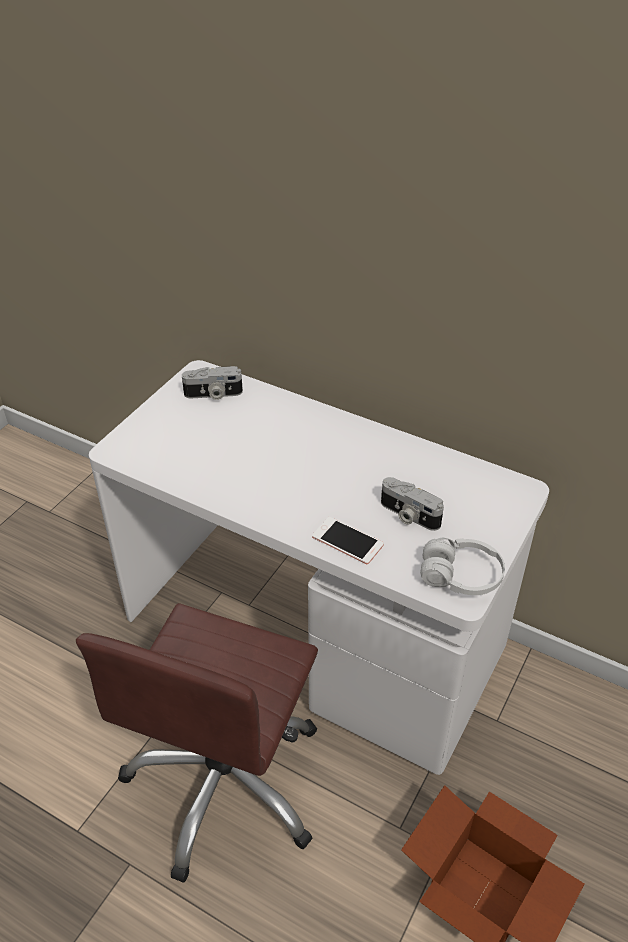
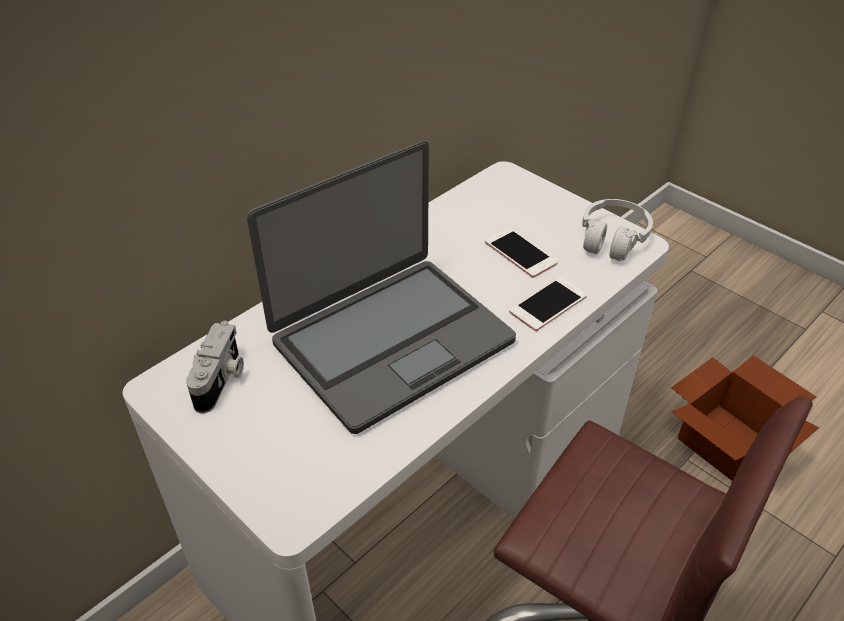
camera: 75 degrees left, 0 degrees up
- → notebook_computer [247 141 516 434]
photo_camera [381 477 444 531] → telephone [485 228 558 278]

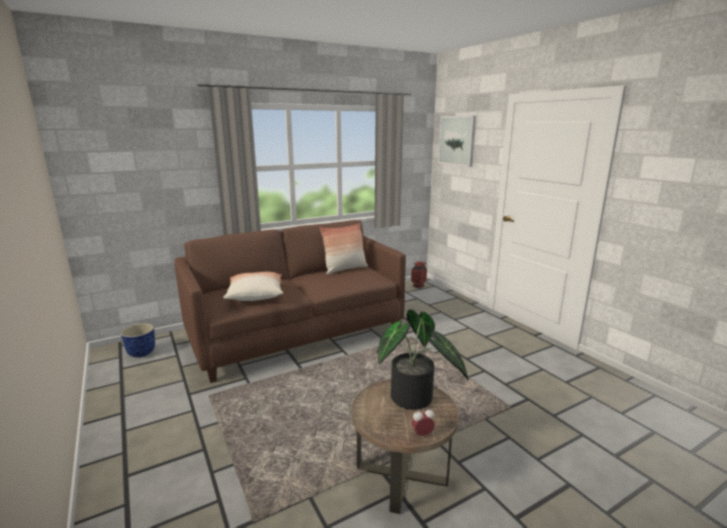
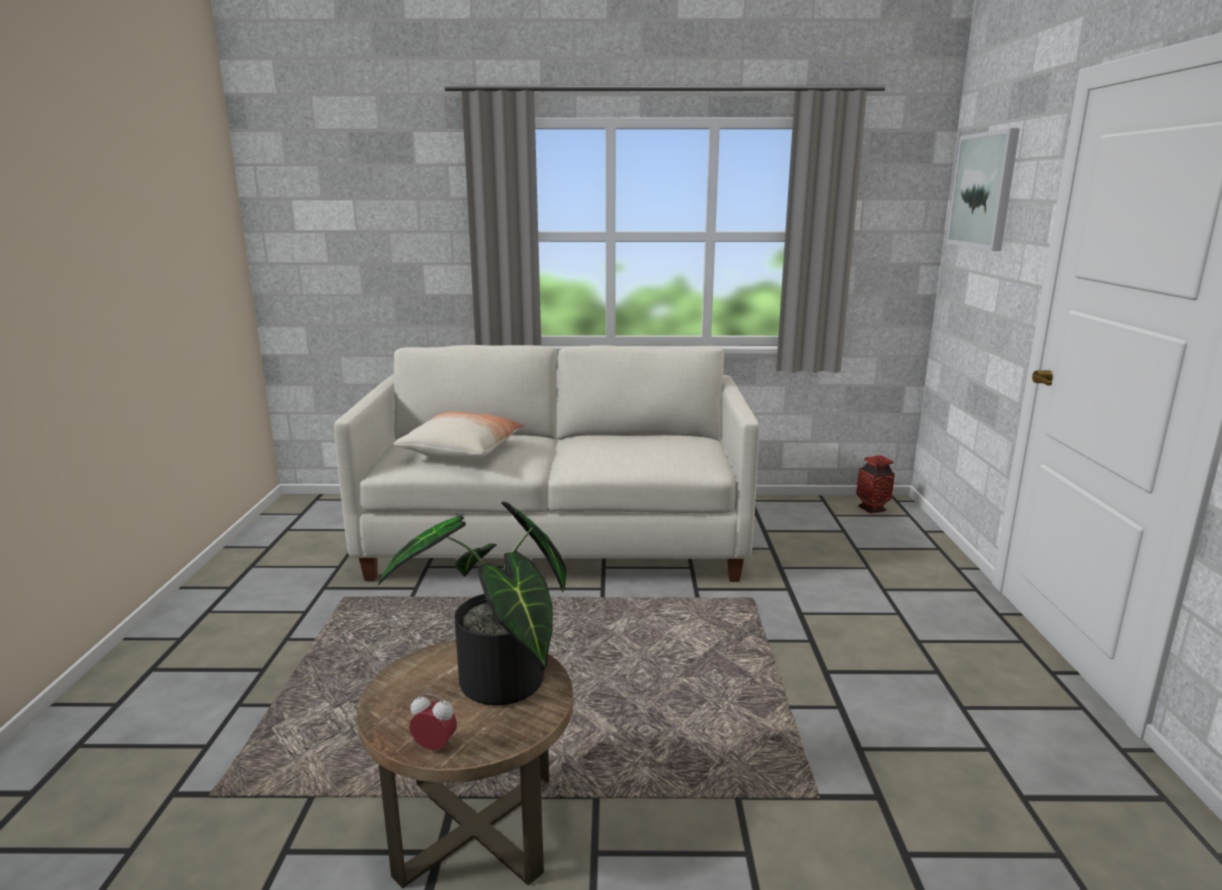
camera: 30 degrees right, 0 degrees up
brownish_settee [174 220 406 383] → whitish_settee [334 345 759 582]
plant_pot [121 323 155 357] → -
throw_pillow [320 223 368 275] → -

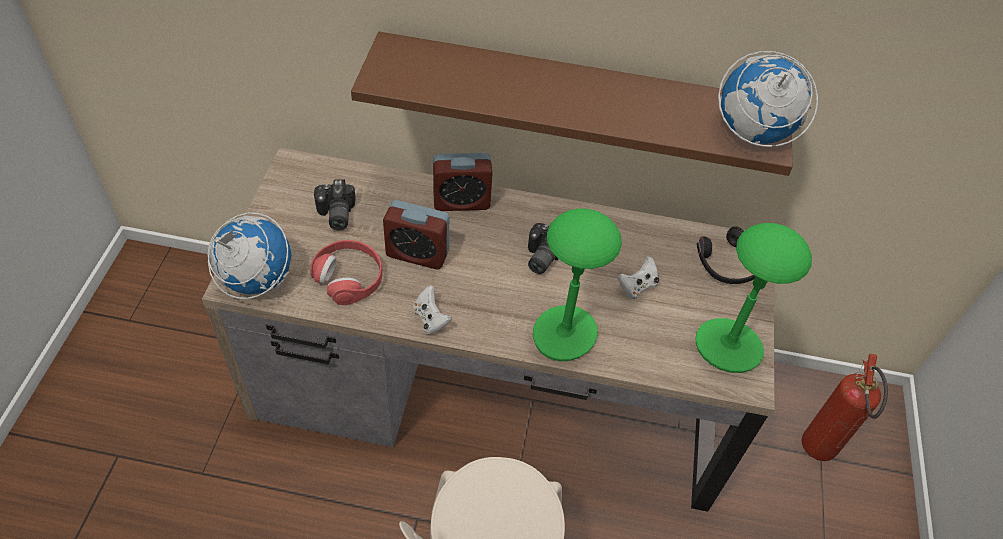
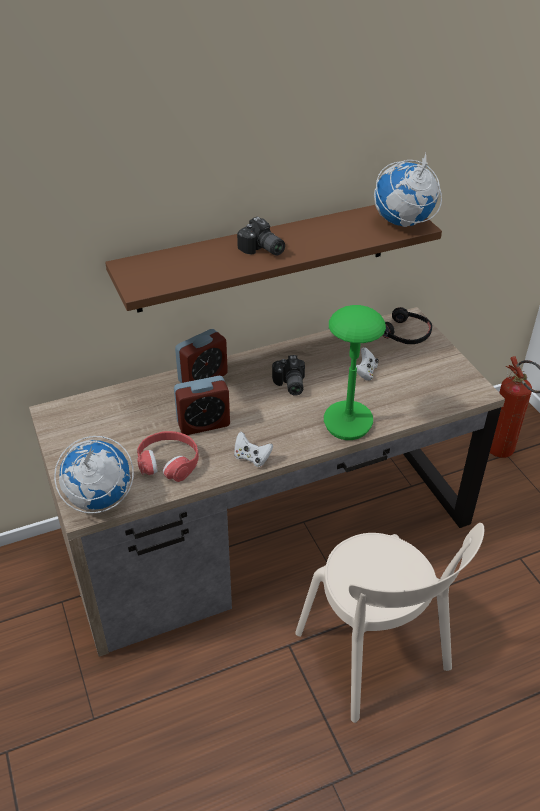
camera: 30 degrees left, 10 degrees down
photo_camera [314 179 356 231] → photo_camera [237 217 285 255], moved
green_lamp_for_a_table [695 223 812 373] → -

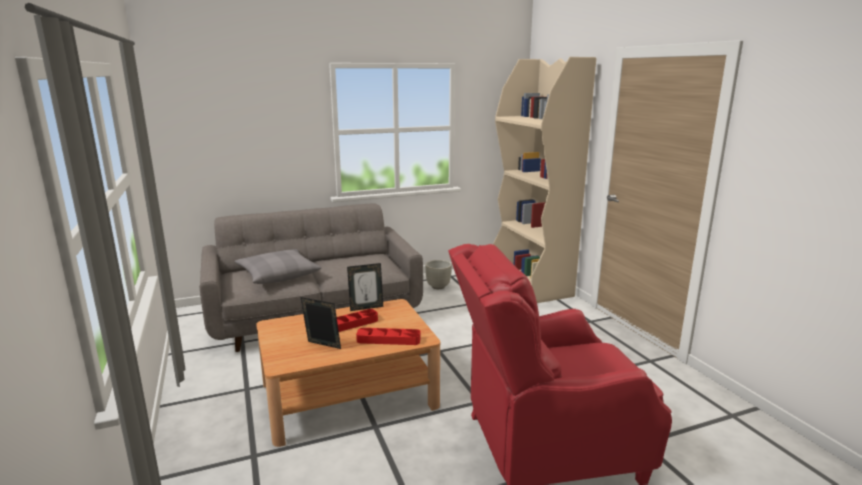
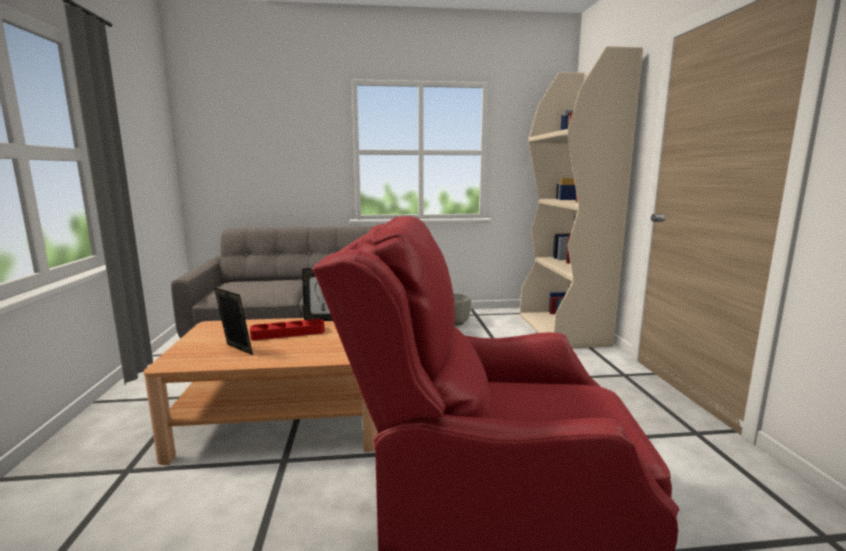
camera: 15 degrees right, 5 degrees down
greyish_throw_pillow [235 249 321 284] → -
reddish_carrying_tray [356 328 421 345] → -

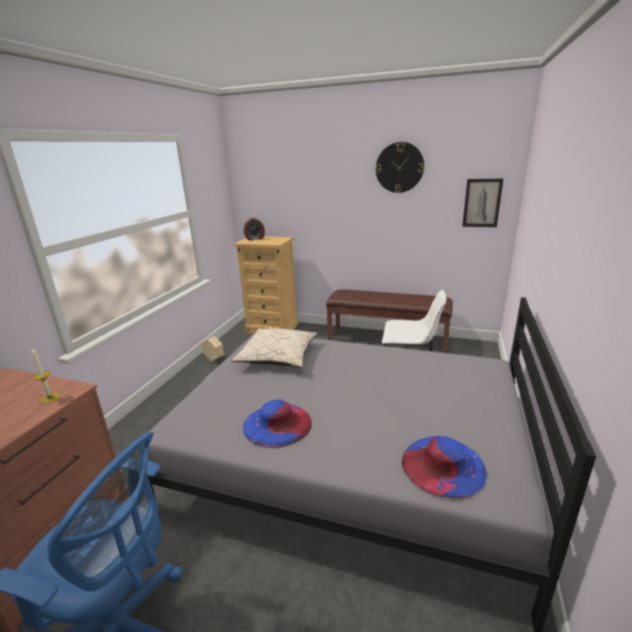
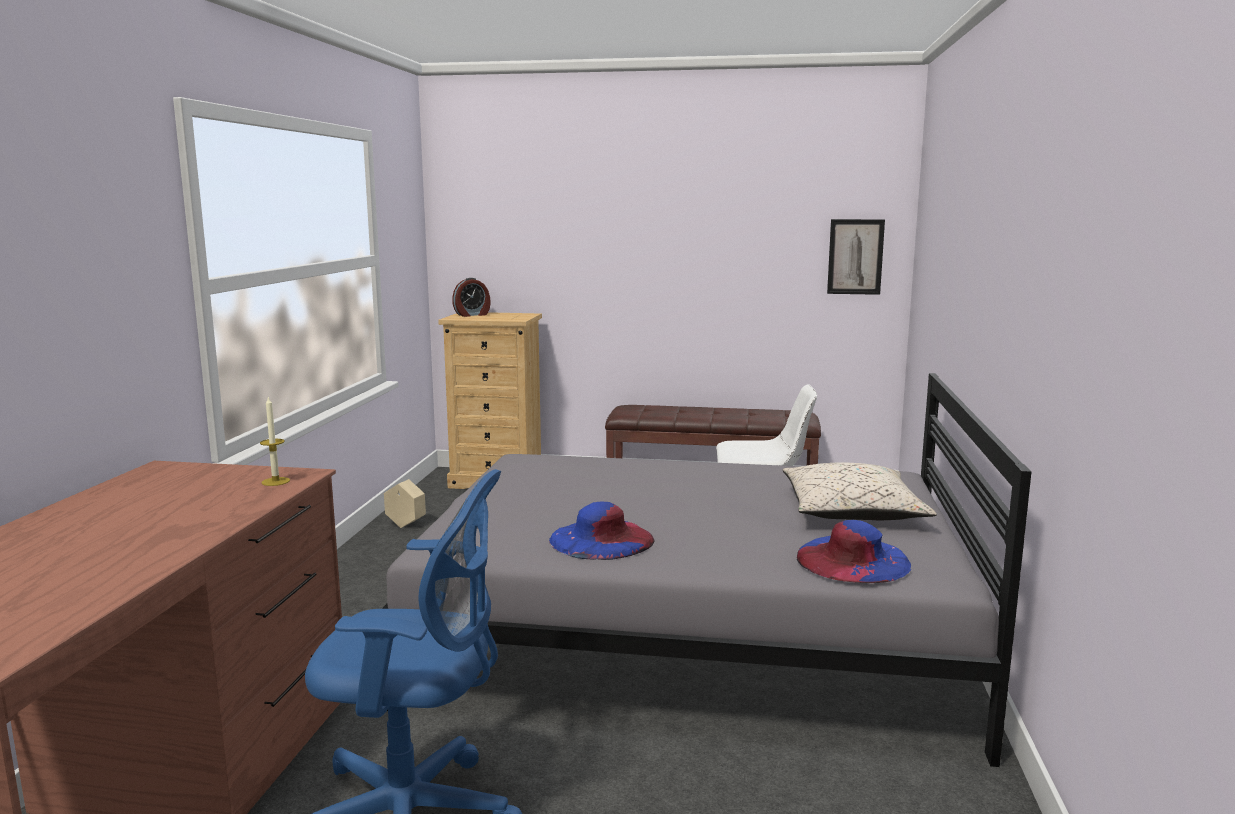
camera: 10 degrees left, 10 degrees down
beige_throw_pillow [231 328 317 368] → beige_throw_pillow [783 462 937 520], moved
wall_clock [376 142 424 193] → -

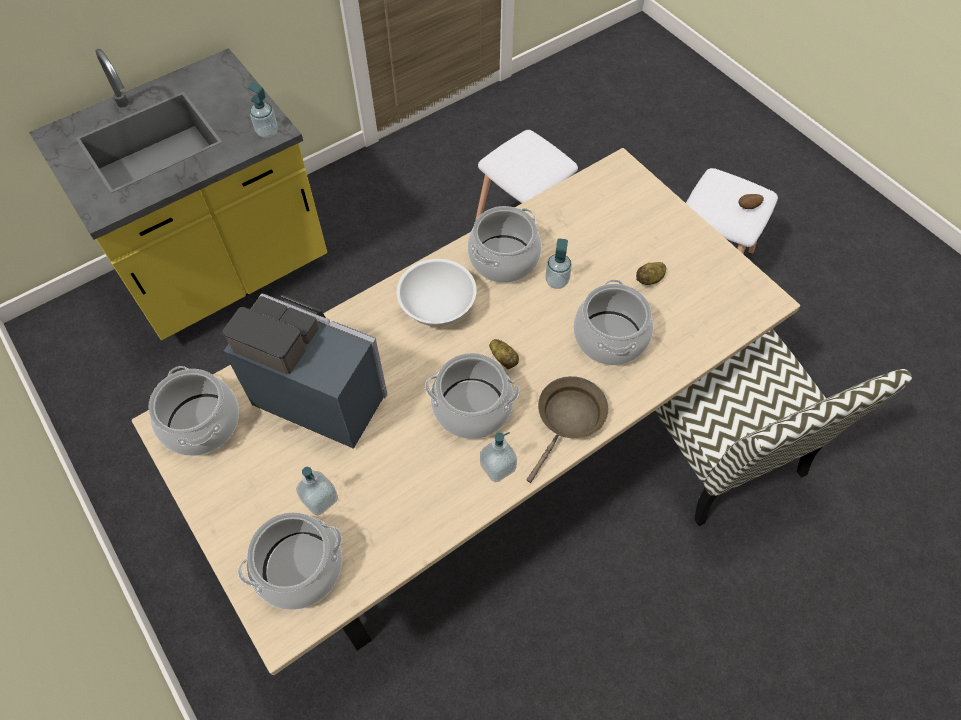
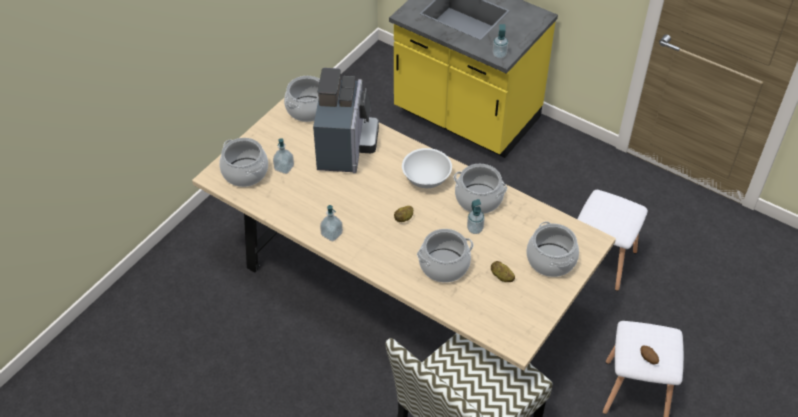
camera: 70 degrees right, 10 degrees down
stockpot [425 353 519 439] → stockpot [526 221 579 277], moved
brownish_skillet [527 376 608 483] → -

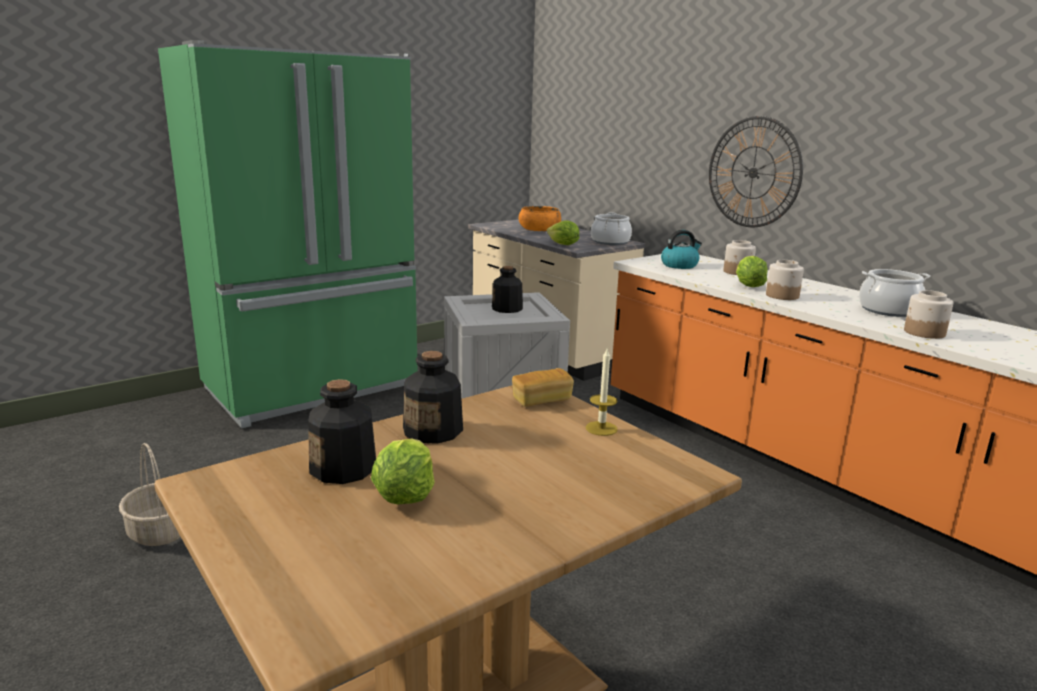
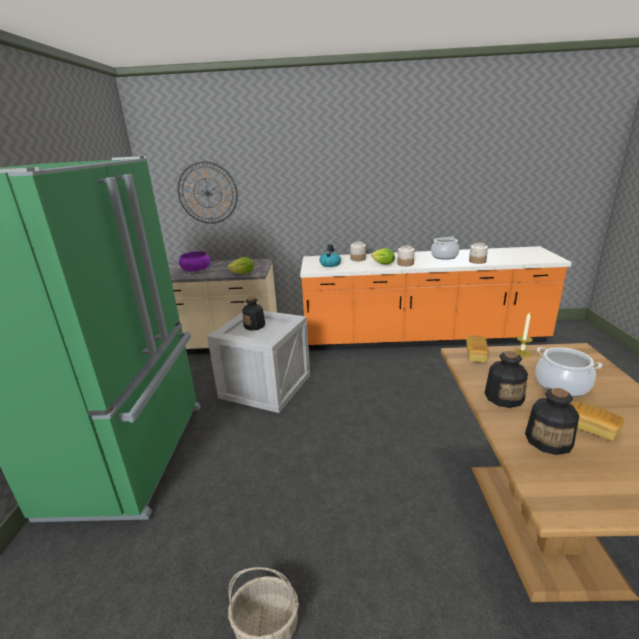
camera: 50 degrees left, 5 degrees up
wall_clock [709 116 803 227] → wall_clock [177 161 238 224], moved
orangey_bowl [519 206 561 231] → purplish_bowl [179 251 210 271]
stockpot [591 212 632 245] → stockpot [535 347 602 397], moved
head_of_lettuce [371 438 435 504] → baked_bread [571 401 624 441]

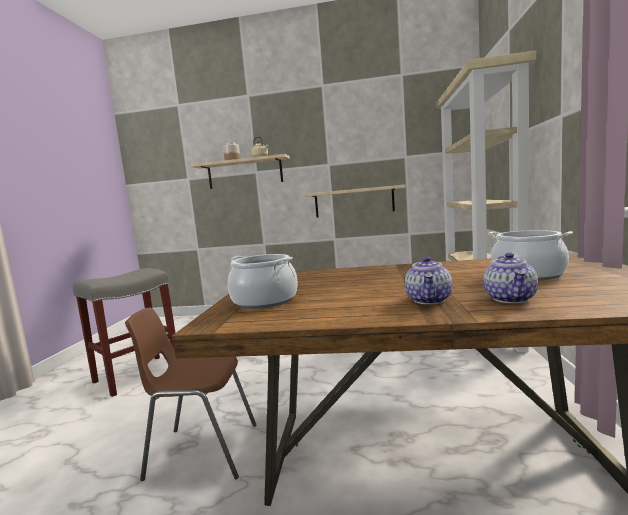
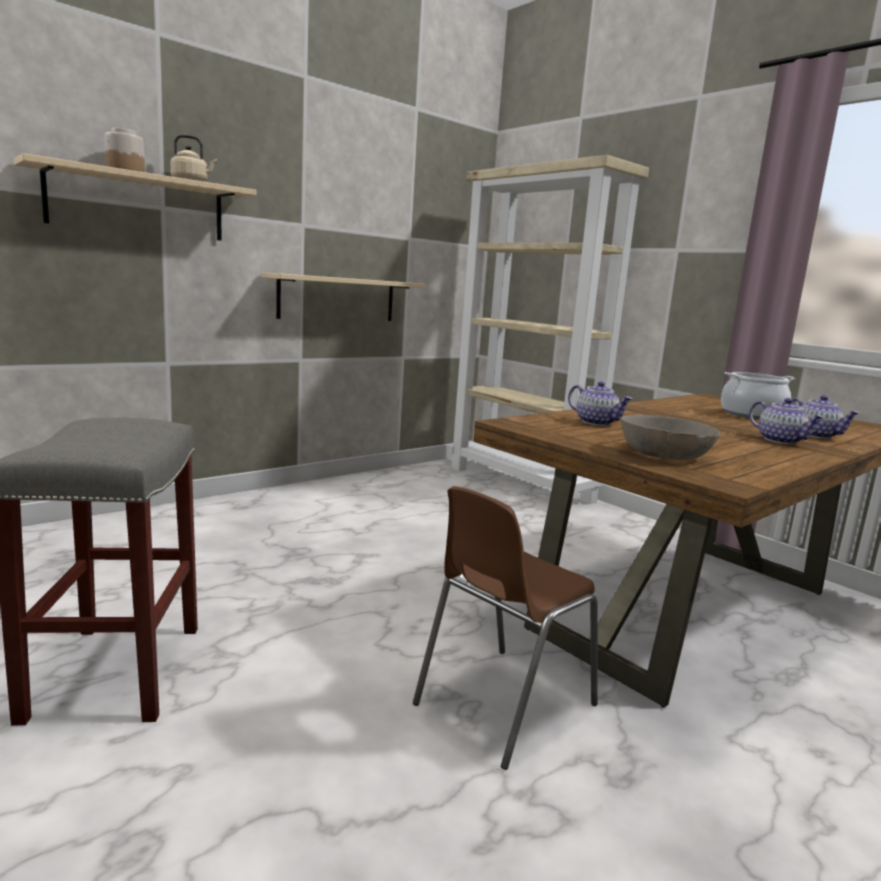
camera: 50 degrees left, 5 degrees up
- → teapot [568 381 633 426]
stockpot [228 254 298 309] → greyish_bowl [621 415 720 460]

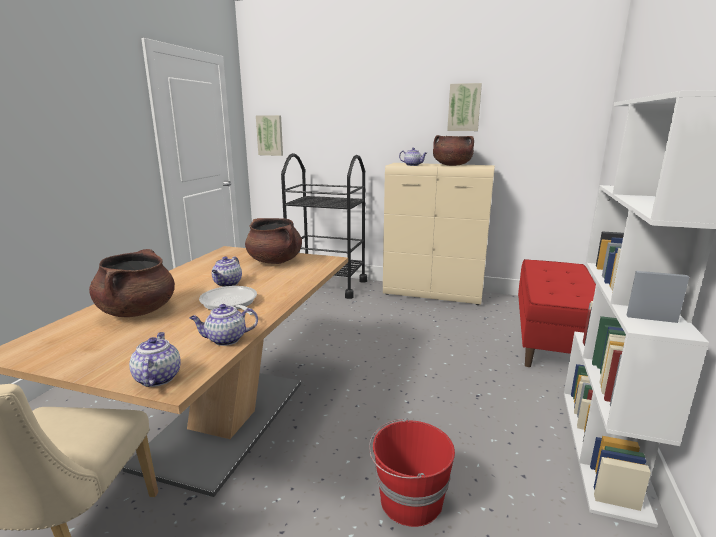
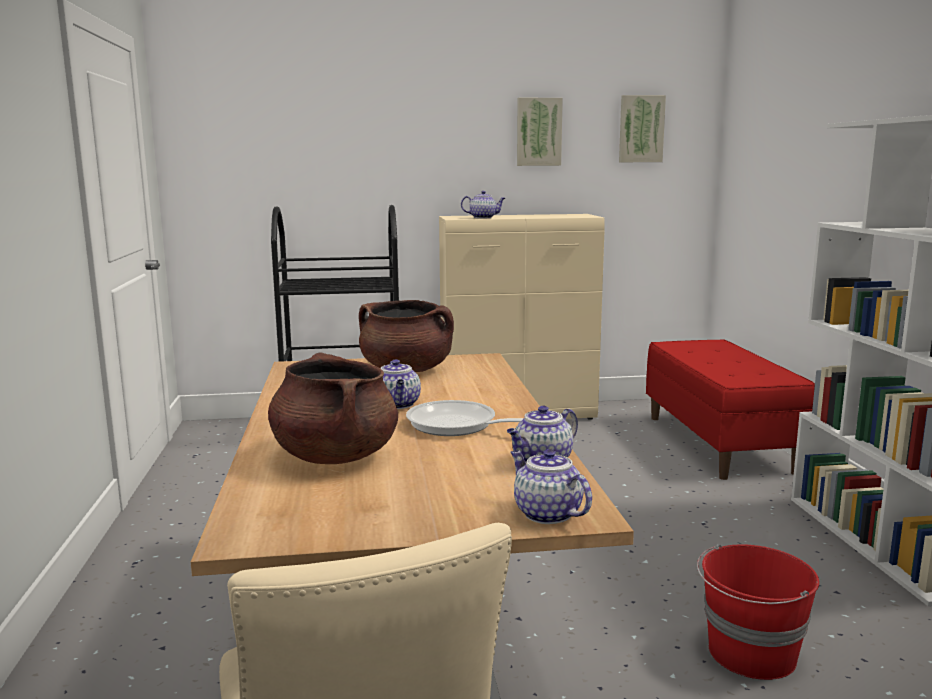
camera: 25 degrees left, 5 degrees down
wall_art [256 115 283 156] → wall_art [619 95 666 162], moved
brownish_stockpot [433 135 474 166] → -

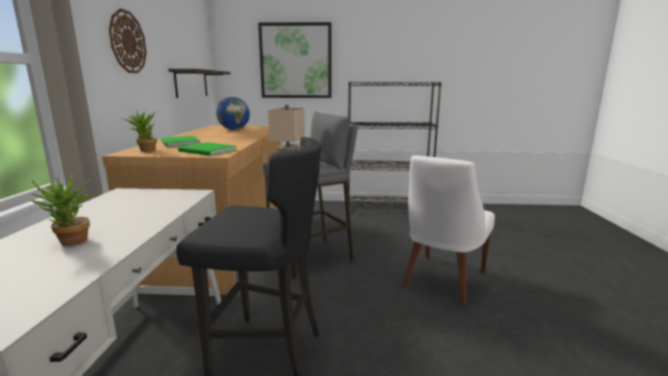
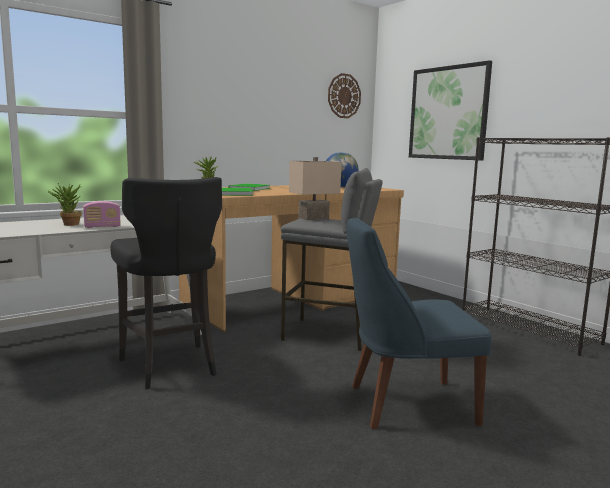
camera: 50 degrees right, 5 degrees down
- → radio_set [83 201 121 228]
wall_clock [109 8 147 73] → wall_clock [328 73 361 118], moved
whitish_upright_chair [402 156 495 305] → bluish_upright_chair [347 218 491 429]
wall_shelf [168 69 230 98] → -

